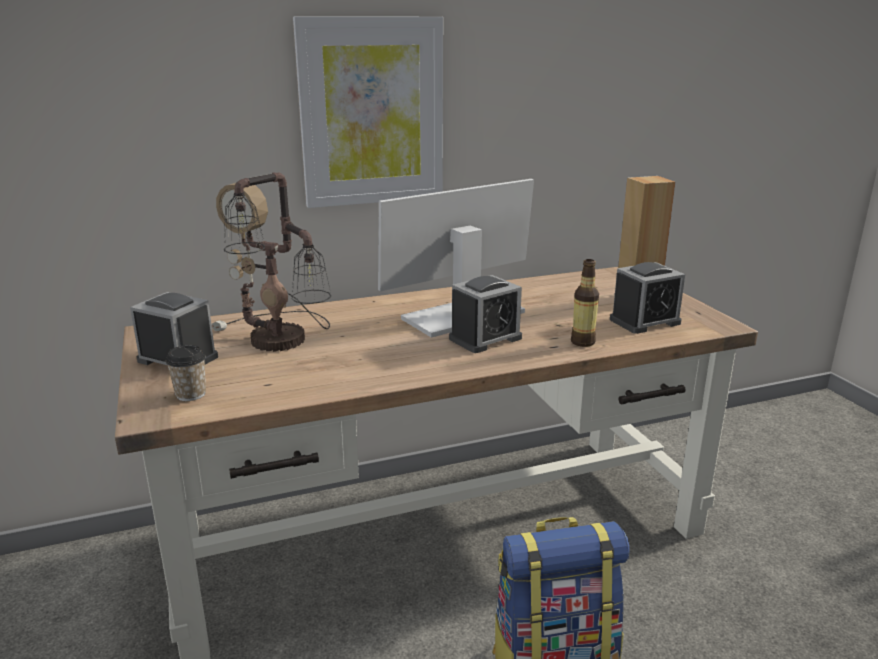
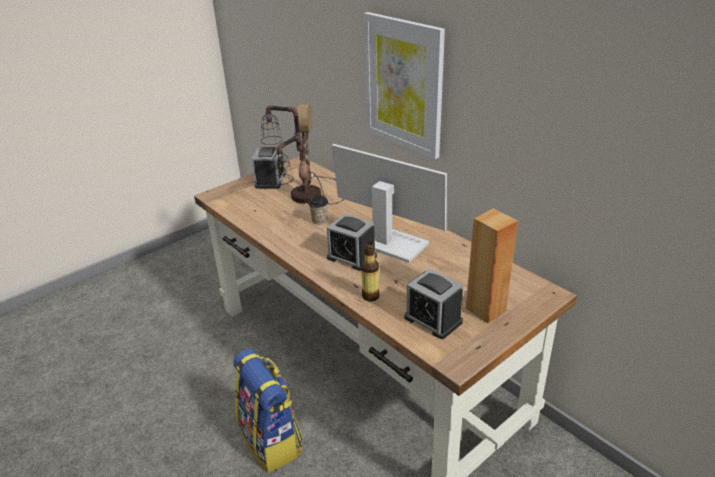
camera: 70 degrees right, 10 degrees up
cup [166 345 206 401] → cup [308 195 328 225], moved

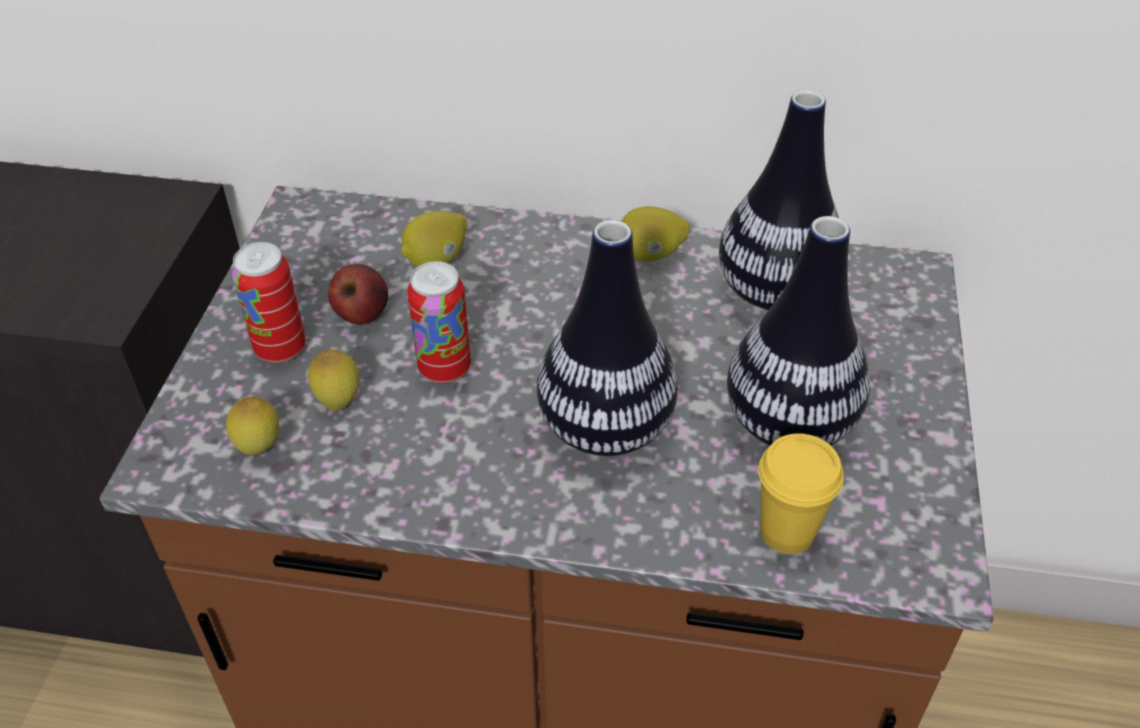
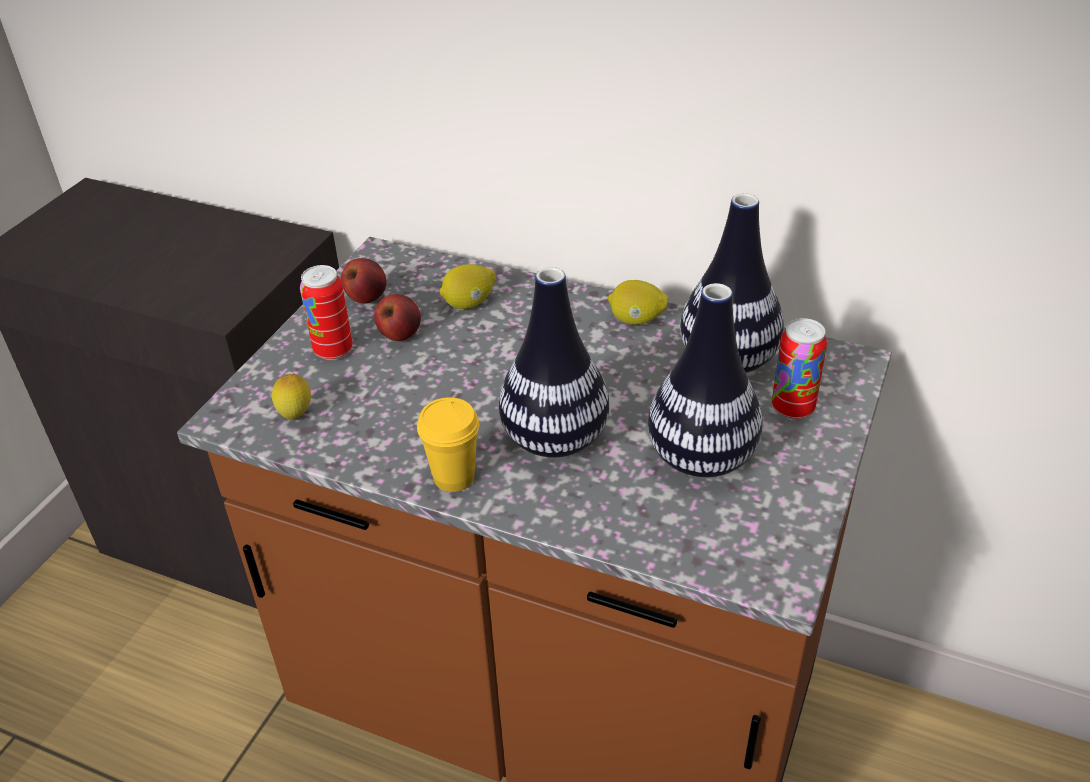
camera: 15 degrees right, 5 degrees down
- → apple [341 258 387 304]
yellow_cup [758 433 844 554] → yellow_cup [417 397 479 492], moved
sealed_can [407 261 471 383] → sealed_can [772 318 827 419], moved
whole_lemon [308 349 359 411] → -

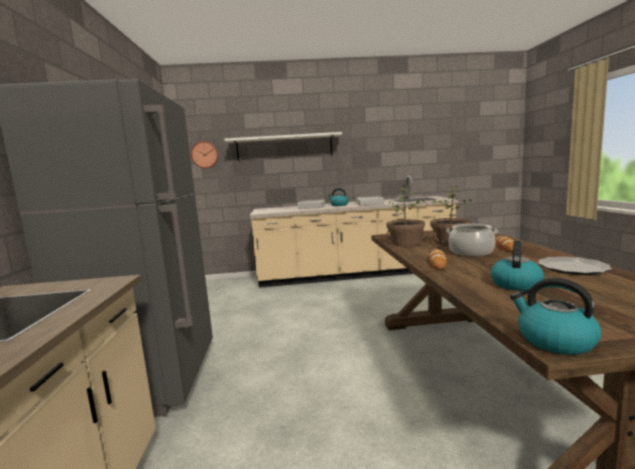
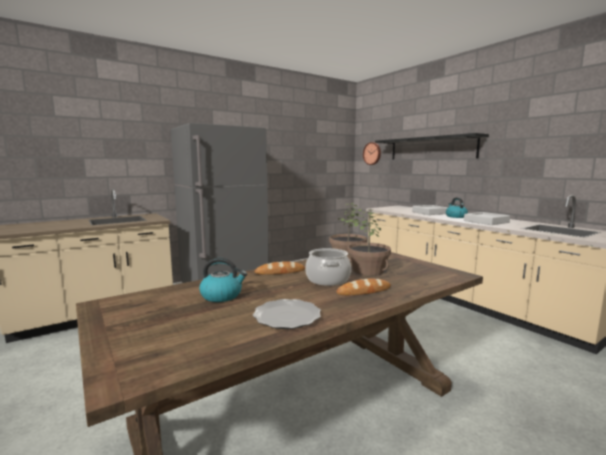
camera: 60 degrees right, 0 degrees up
whitish_wall_shelf [225 132 342 160] → blackish_wall_shelf [375 133 489 160]
water_kettle [510 278 601 355] → -

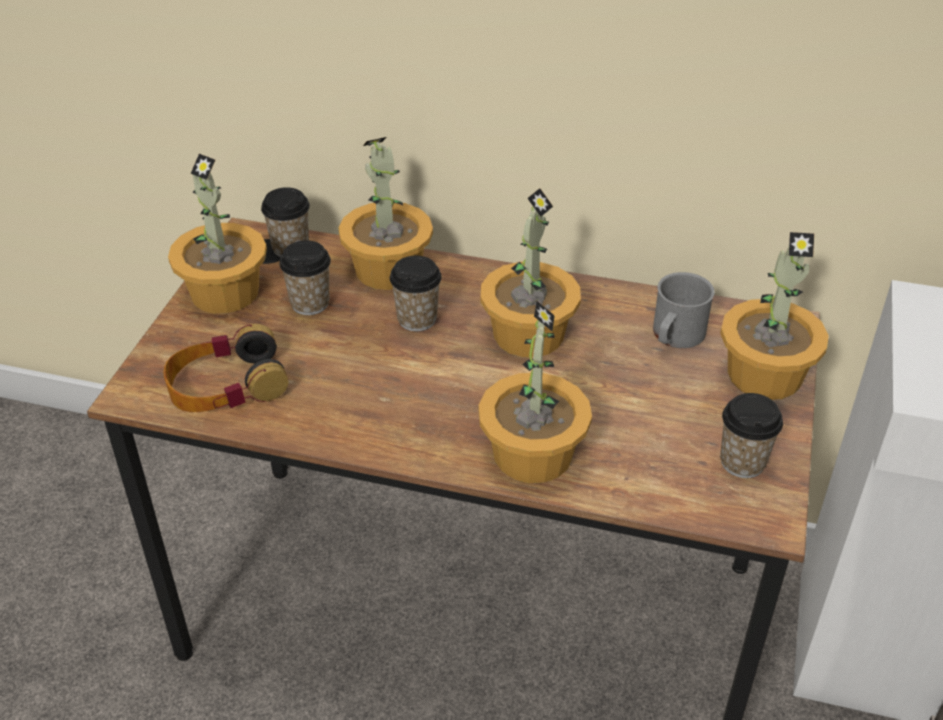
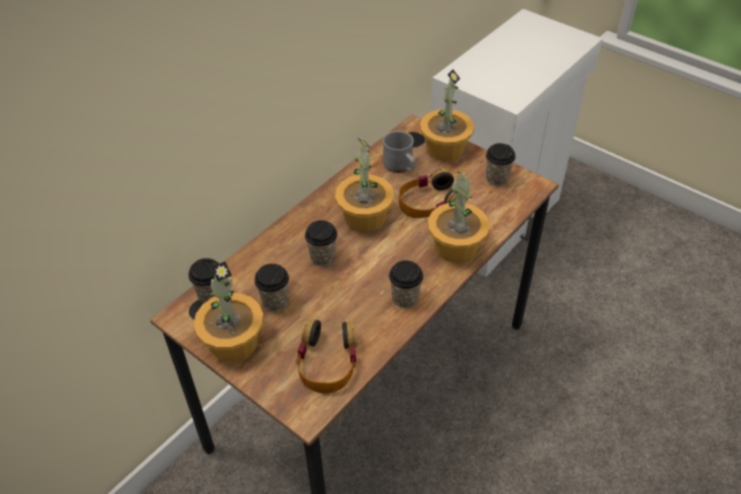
camera: 65 degrees left, 5 degrees up
- → cup [389 260 423 308]
- → headset [399 168 467 218]
plant_in_a_pot [338 137 433 290] → -

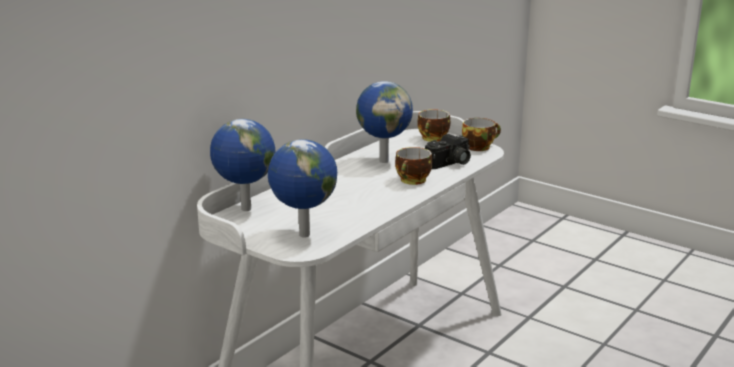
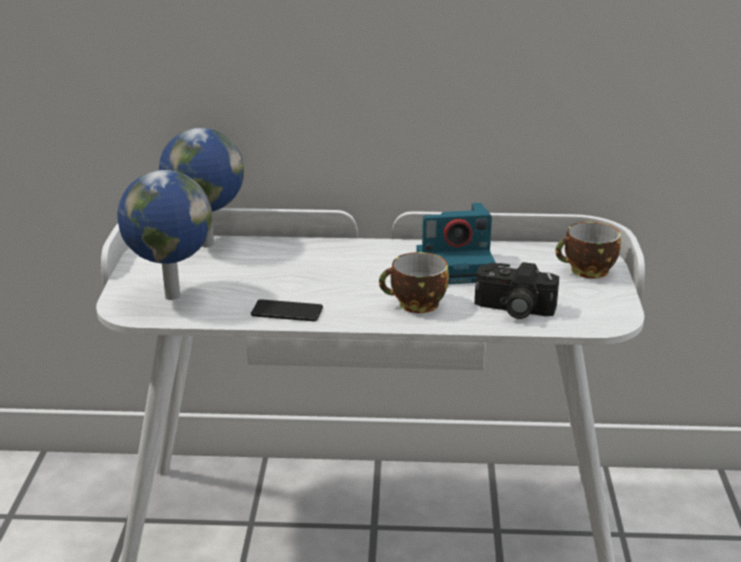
camera: 55 degrees right, 5 degrees up
- → telephone [251 299 323 322]
world_globe [356 81 413 163] → photo_camera [416 203 496 284]
cup [462 118 501 151] → -

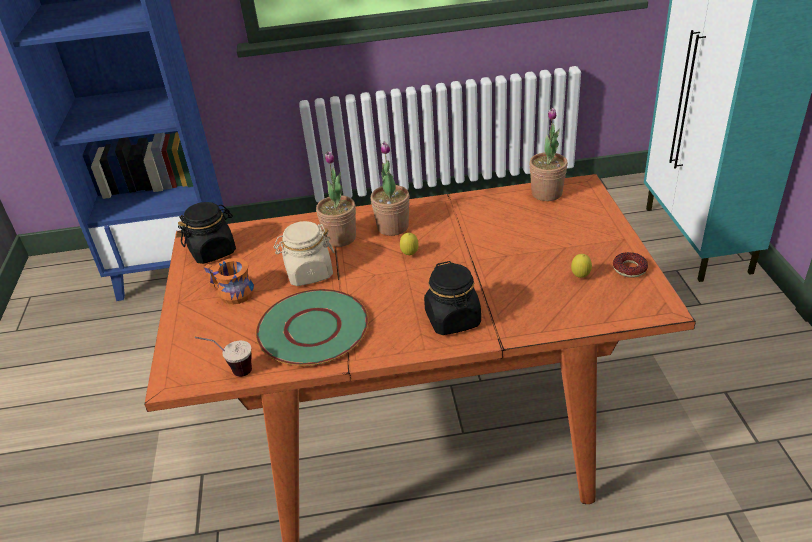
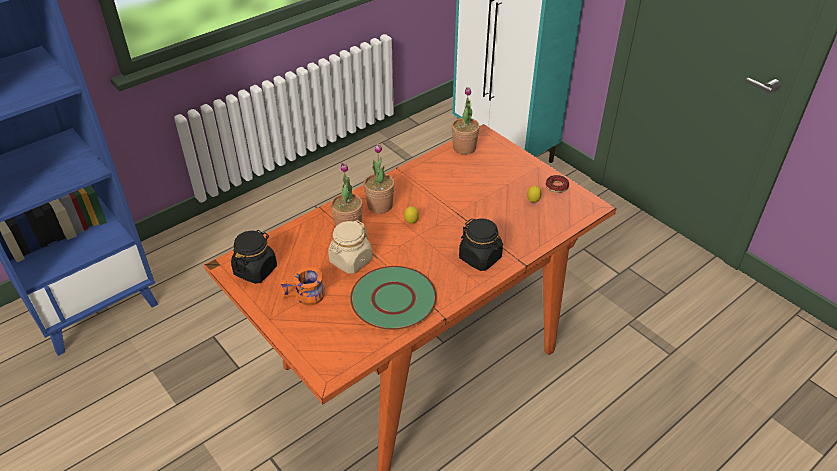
camera: 35 degrees left, 5 degrees up
cup [195 337 252 377] → -

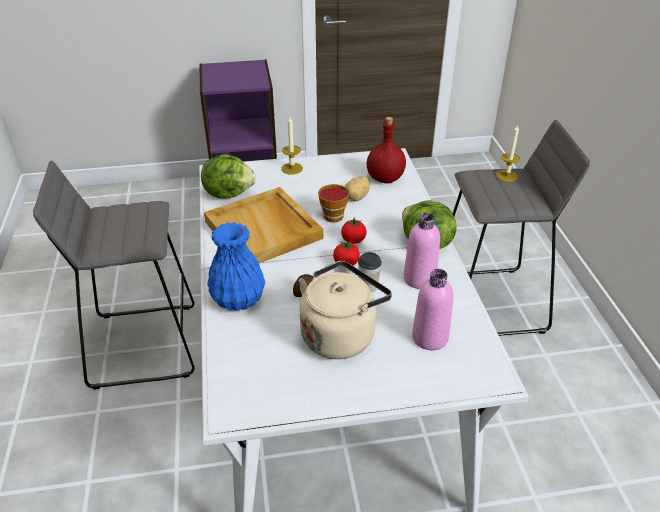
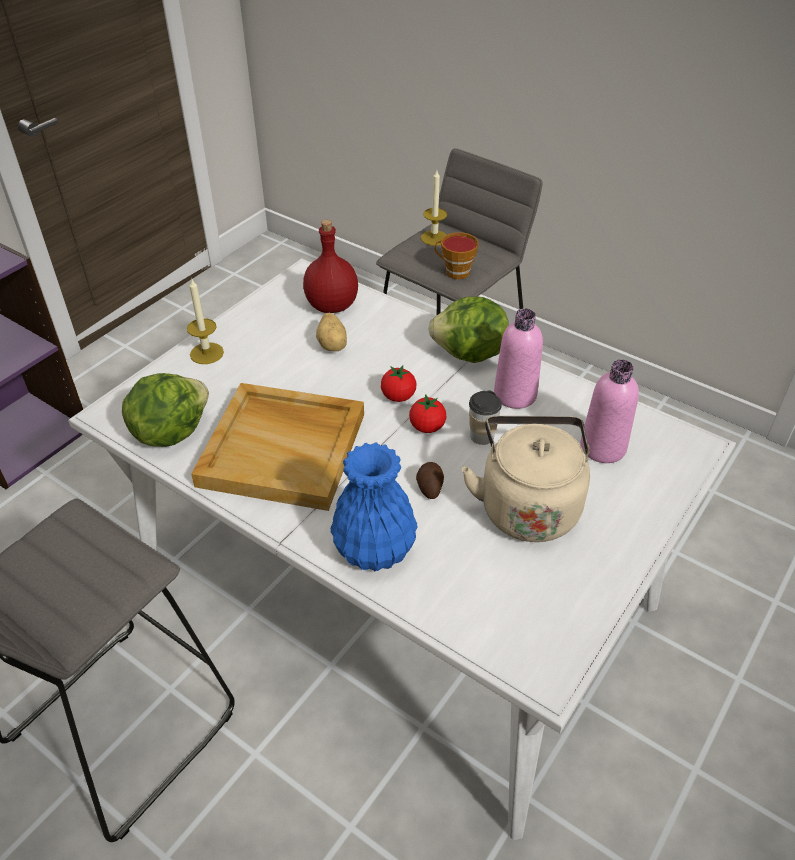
camera: 45 degrees left, 5 degrees up
cup [318 184 349 222] → cup [434 232 479 279], moved

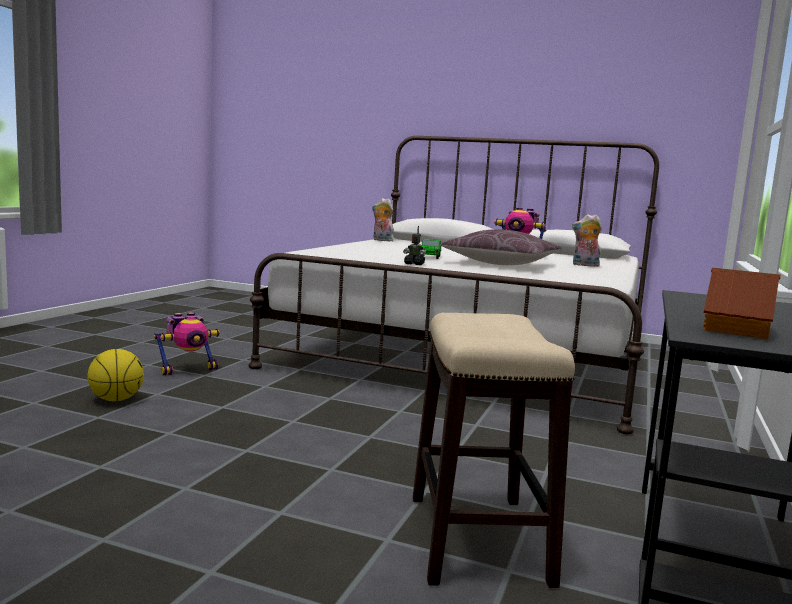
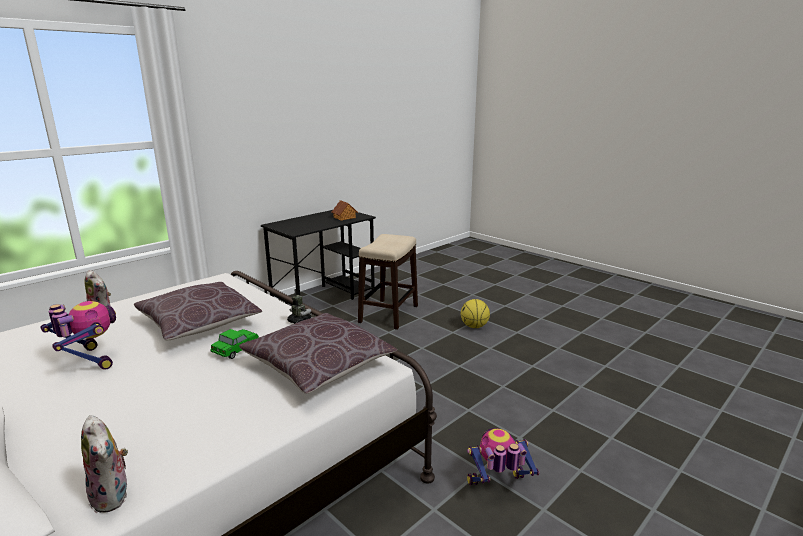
camera: 155 degrees left, 10 degrees up
- → brownish_throw_pillow [239 313 397 394]
ball_for_basketball [87 349 144 401] → ball_for_basketball [461 299 490 328], moved

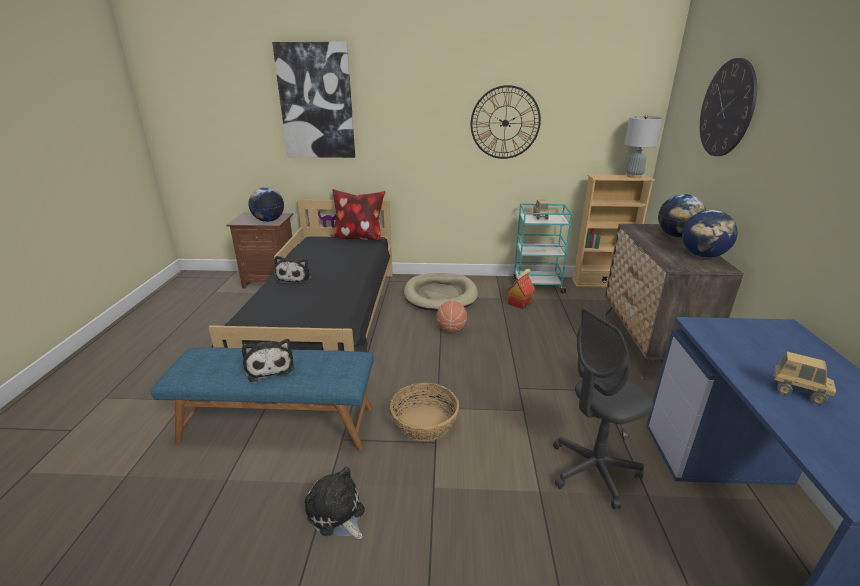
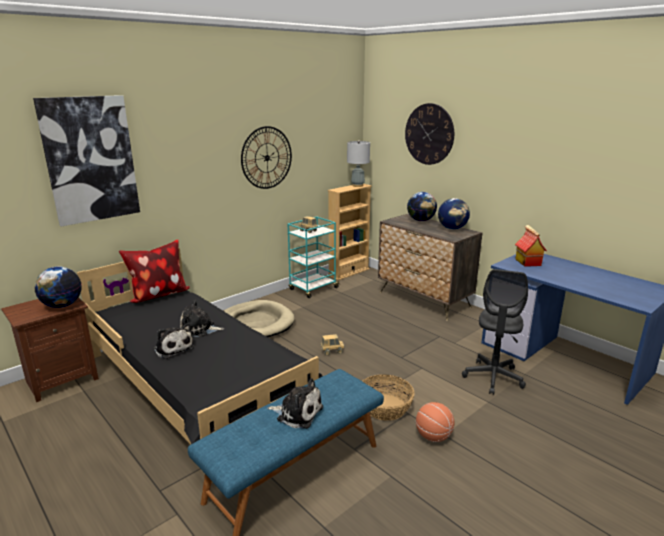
camera: 45 degrees left, 5 degrees down
soft_toy [305 467 365 539] → soft_toy [180 300 224 337], moved
toy_truck [774 352 836 405] → toy_truck [321 334 344 356], moved
ball_for_basketball [437 301 467 332] → ball_for_basketball [416 402 455 442], moved
model_house [506 268 536 309] → model_house [515 225 547 267], moved

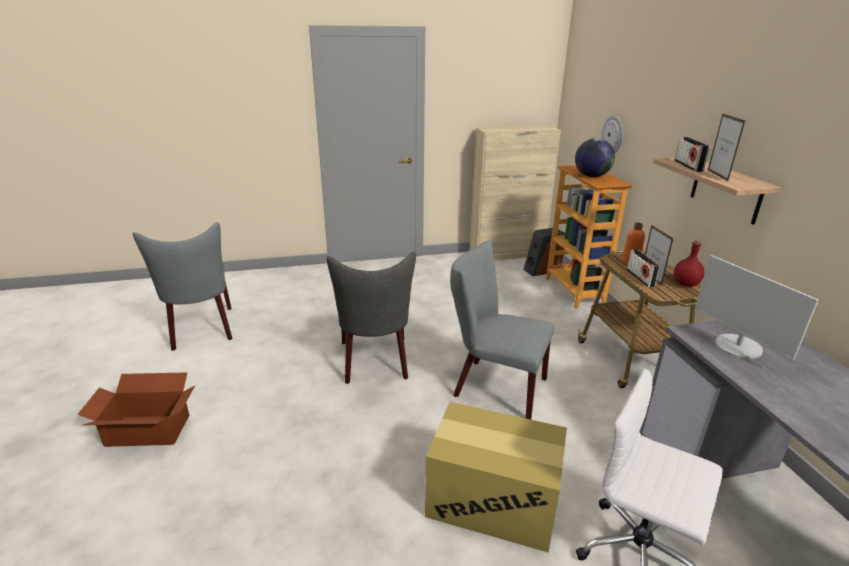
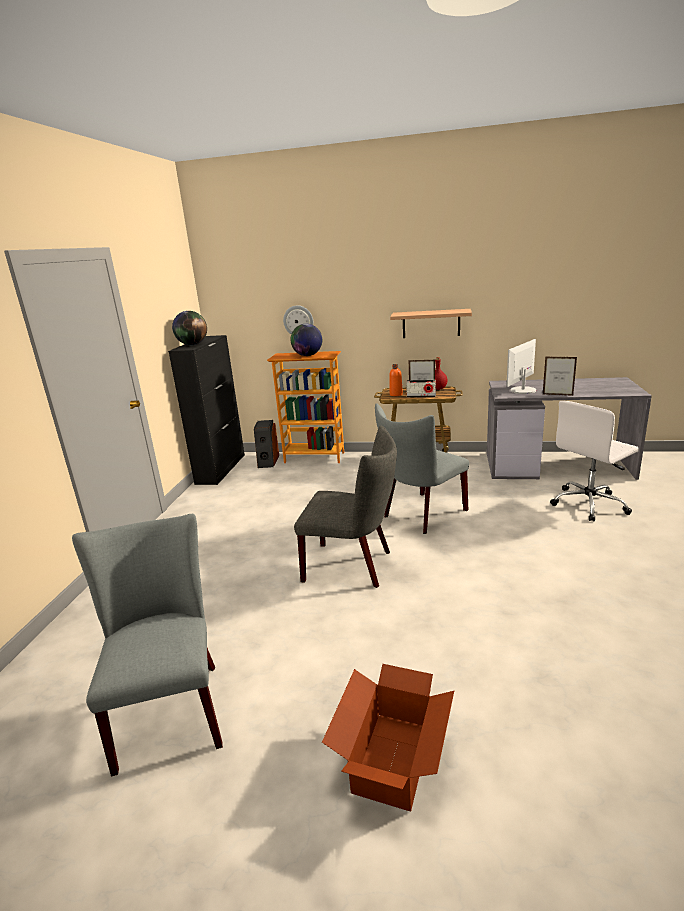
camera: 65 degrees left, 5 degrees down
greyish_upright_chair [133 222 232 351] → greyish_upright_chair [72 514 223 776], 105 degrees counterclockwise
beige_storage_cabinet [470 125 561 260] → blackish_storage_cabinet [168 335 245 485]
- → world_globe [172 311 207 345]
computer_display [695 255 819 361] → computer_display [506 339 536 394], 135 degrees clockwise
picture_frame [708 113 745 181] → picture_frame [543 357 577 396], moved
packing_box [425 402 567 553] → -
radio_set [674 137 710 172] → -

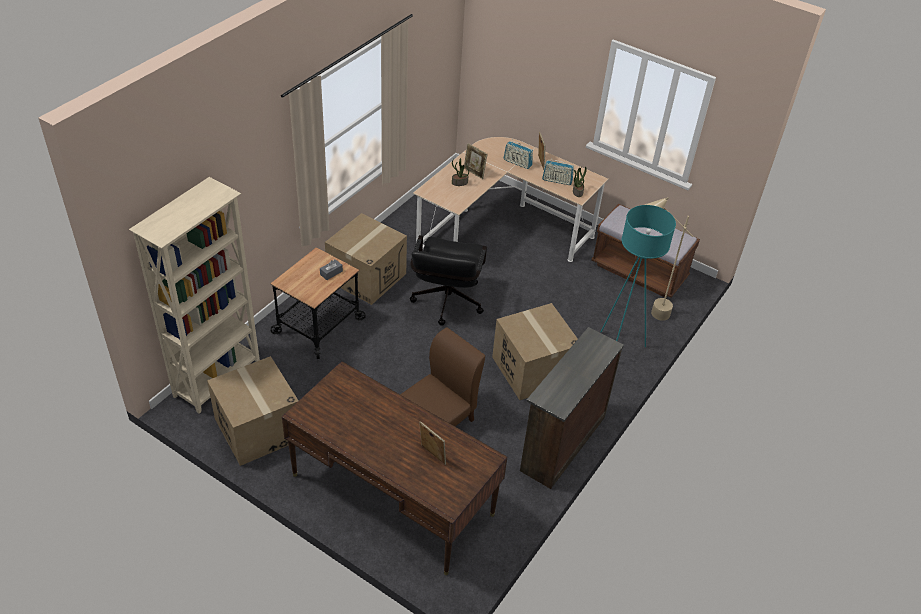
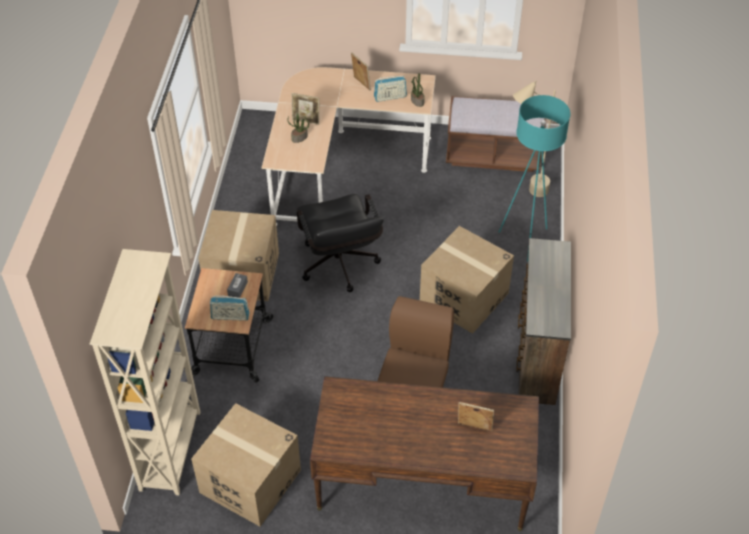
camera: 25 degrees left, 5 degrees up
radio_set [504 141 533 169] → radio_set [210 295 249 321], moved

